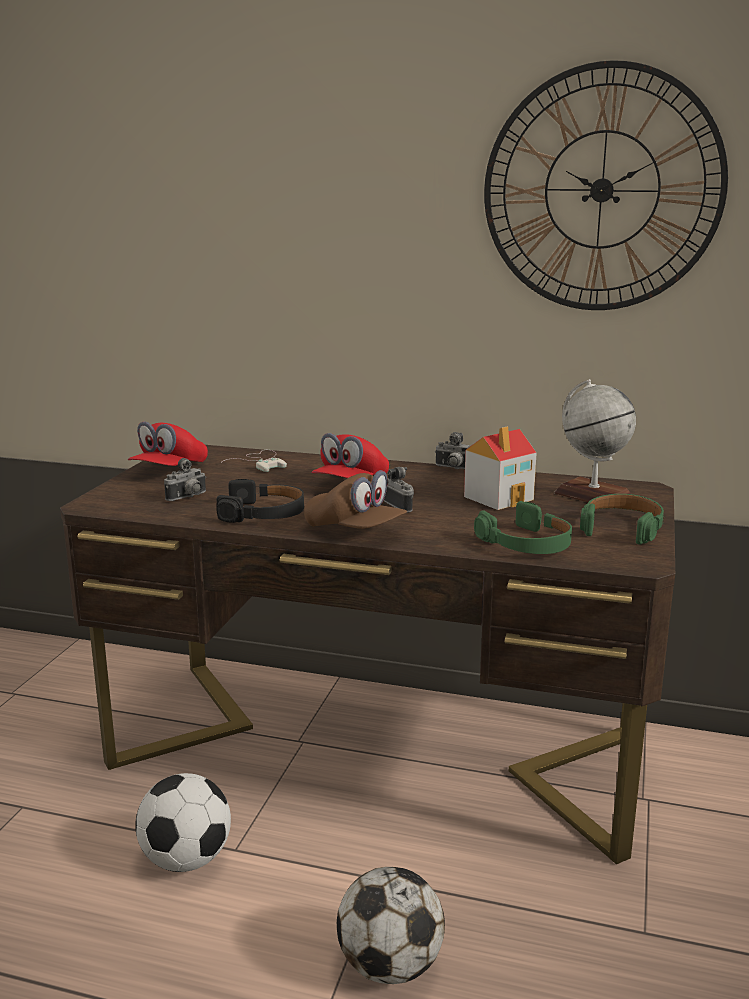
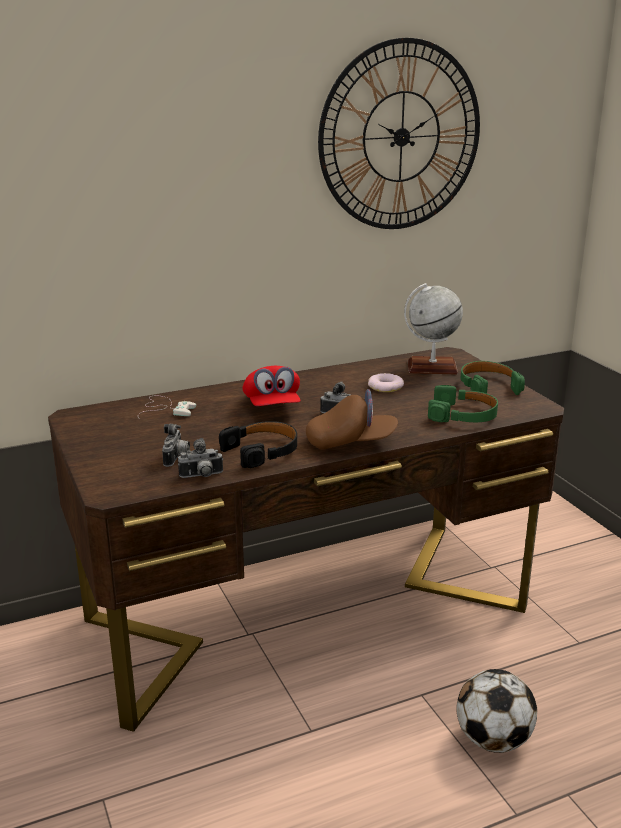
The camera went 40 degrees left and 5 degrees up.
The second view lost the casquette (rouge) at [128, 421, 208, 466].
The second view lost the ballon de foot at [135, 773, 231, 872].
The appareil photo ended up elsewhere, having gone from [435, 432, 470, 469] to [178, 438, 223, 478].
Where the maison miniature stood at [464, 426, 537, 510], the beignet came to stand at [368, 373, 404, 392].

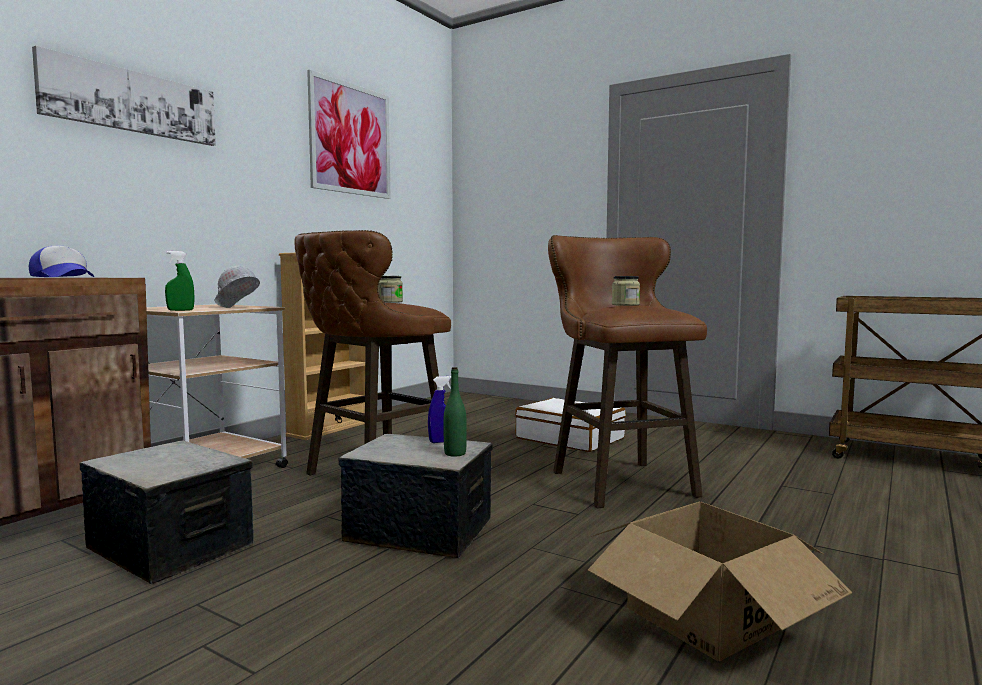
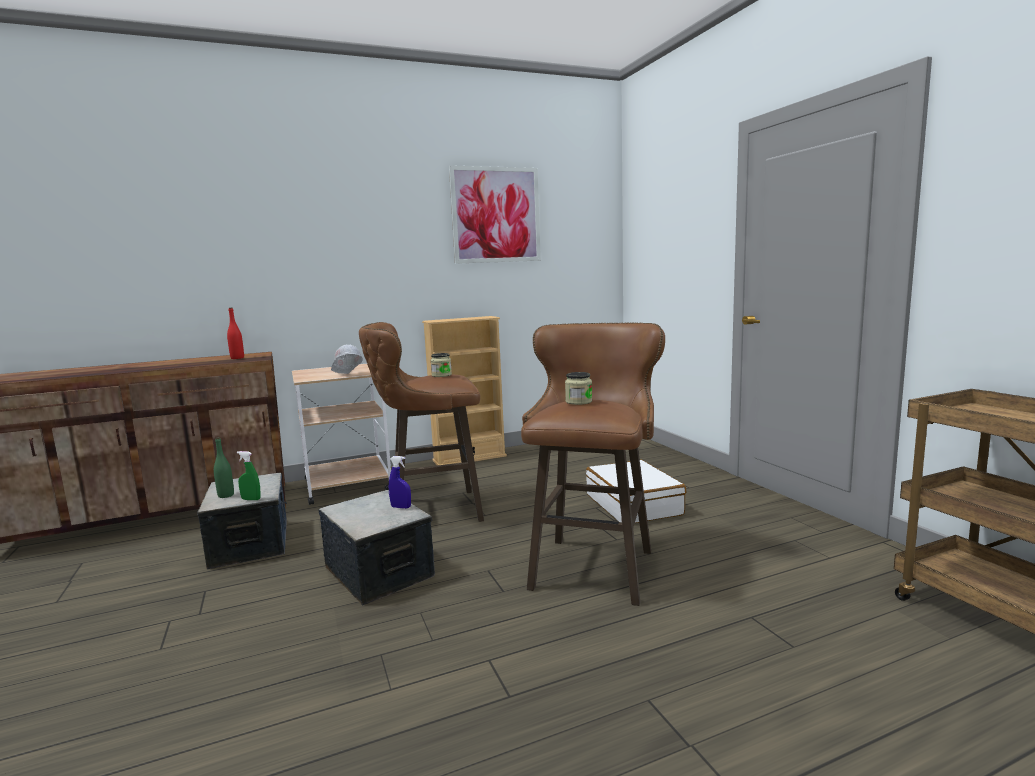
The camera went 35 degrees right and 5 degrees up.
The second view lost the tableau at [32, 46, 216, 146].
The second view lost the carton at [588, 502, 852, 661].
The vaporisateur (vert) ended up elsewhere, having gone from [165, 251, 194, 311] to [237, 451, 261, 500].
The bouteille (vert) ended up elsewhere, having gone from [443, 367, 467, 457] to [214, 437, 234, 498].
Where the casquette stood at [29, 246, 94, 277], the bouteille (rouge) came to stand at [227, 308, 244, 359].

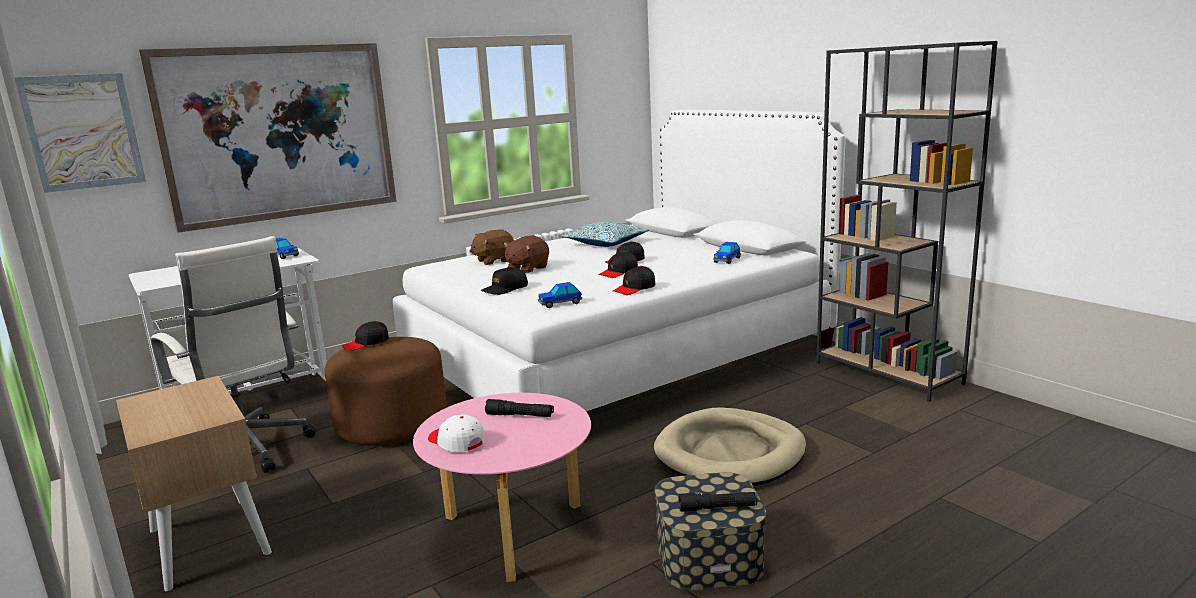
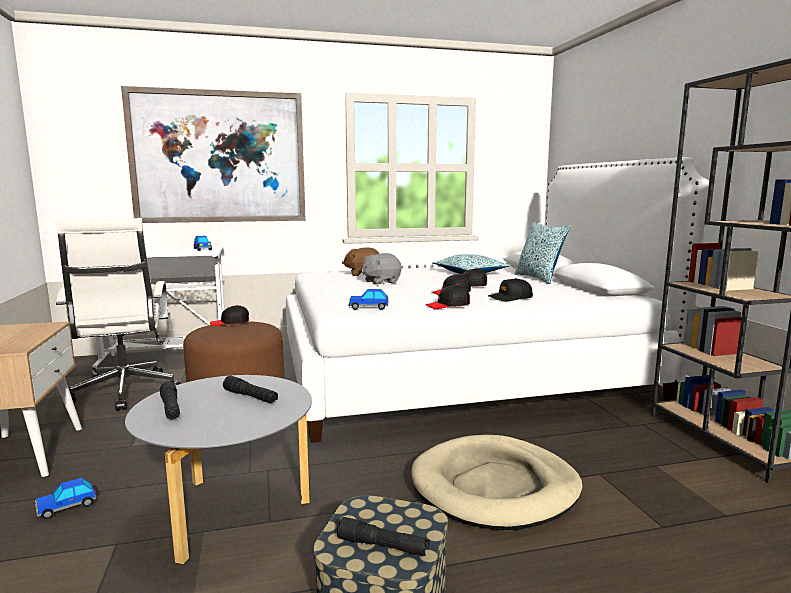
The camera went 20 degrees right and 5 degrees down.
The second view lost the tableau at [14, 73, 146, 193].
The second view gained the coussin at [514, 222, 570, 284].
The casquette (noir) ended up elsewhere, having gone from [481, 267, 528, 295] to [488, 278, 533, 301].
The petite voiture ended up elsewhere, having gone from [713, 242, 741, 264] to [35, 478, 97, 519].
Where the casquette (blanc) stood at [428, 414, 485, 452], the lampe de poche (noir) came to stand at [160, 382, 180, 419].
What was the table basse (rose) at [413, 393, 591, 582] turned into the table basse (gris) at [125, 375, 312, 564].
What was the peluche (marron) at [504, 235, 549, 273] turned into the peluche (gris) at [361, 253, 401, 284].

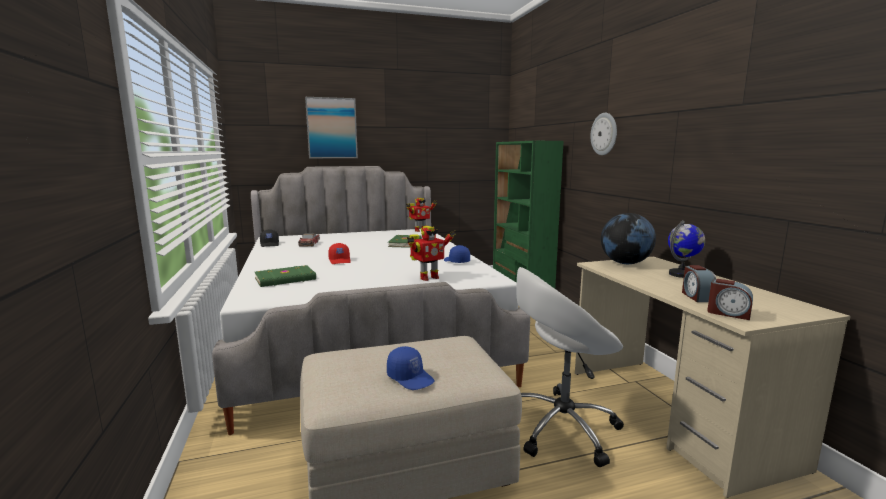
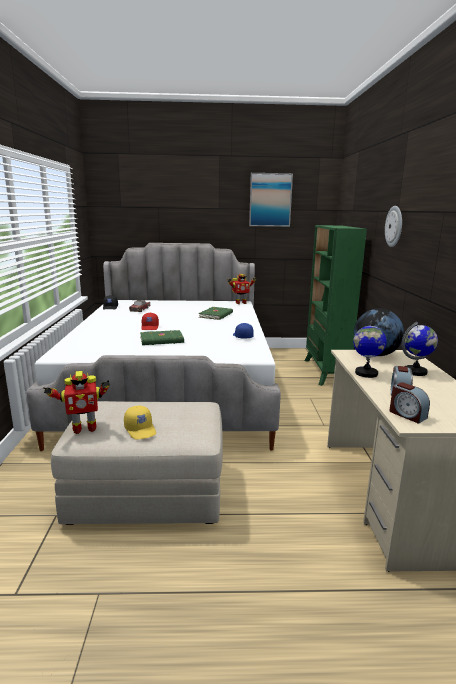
The camera went 15 degrees right and 5 degrees up.
The second view lost the chaise de bureau (blanc) at [517, 267, 624, 467].
The second view gained the globe at [353, 321, 387, 378].
The livre (vert) ended up elsewhere, having gone from [255, 265, 316, 287] to [140, 330, 184, 345].
The tableau ended up elsewhere, having gone from [305, 97, 358, 158] to [249, 173, 293, 227].
The robot jouet ended up elsewhere, having gone from [407, 226, 456, 281] to [43, 371, 110, 434].
What was the casquette (bleu) at [387, 346, 434, 390] turned into the casquette (jaune) at [124, 405, 156, 440].

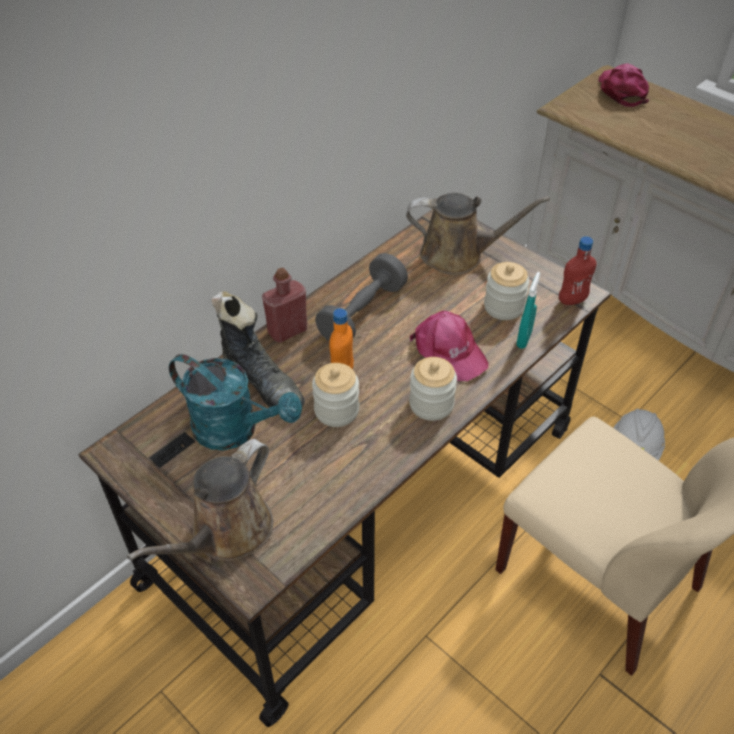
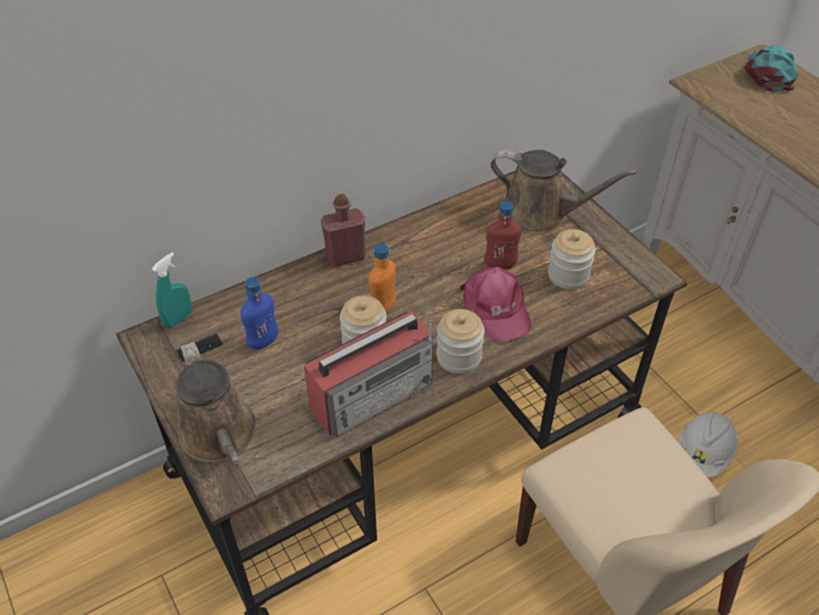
The camera went 15 degrees right and 0 degrees up.
The second view lost the botte (noir) at [211, 291, 305, 407].
The second view lost the haltère (gris) at [315, 253, 408, 342].
The second view gained the radio at [304, 311, 433, 437].
The vaporisateur (turquoise) ended up elsewhere, having gone from [516, 272, 540, 349] to [152, 252, 192, 329].
The bouteille (rouge) ended up elsewhere, having gone from [559, 236, 596, 305] to [484, 201, 521, 269].
Where the arrosoir (turquoise) stood at [169, 354, 302, 450], the bouteille (bleu) came to stand at [240, 277, 278, 350].
What was the casquette (rose) at [598, 63, 649, 107] turned into the casquette (turquoise) at [745, 45, 798, 92].
The arrosoir (marron) at [127, 439, 273, 561] ended up facing another way, 75 degrees counterclockwise from before.

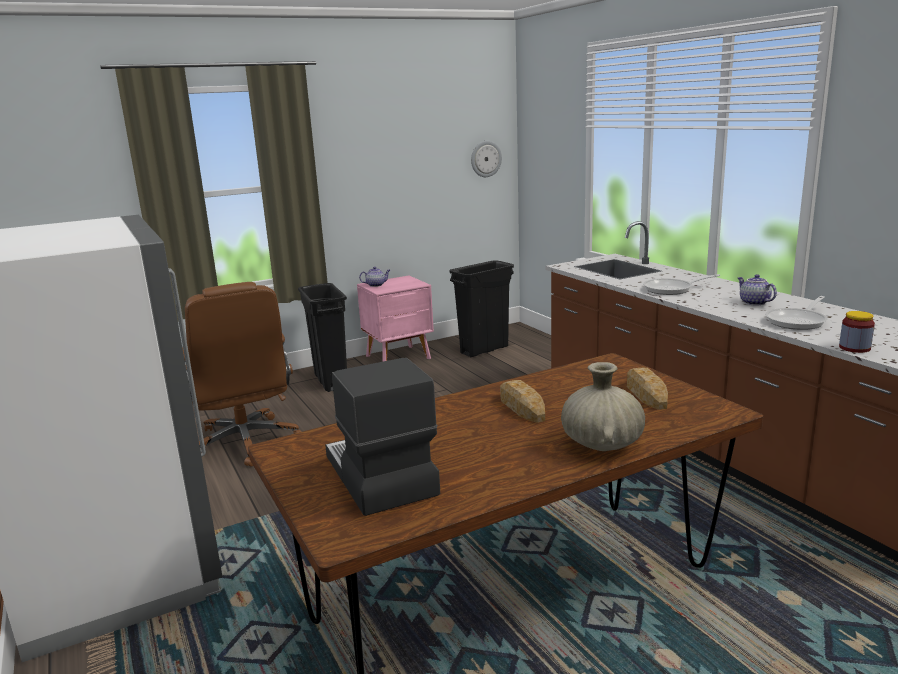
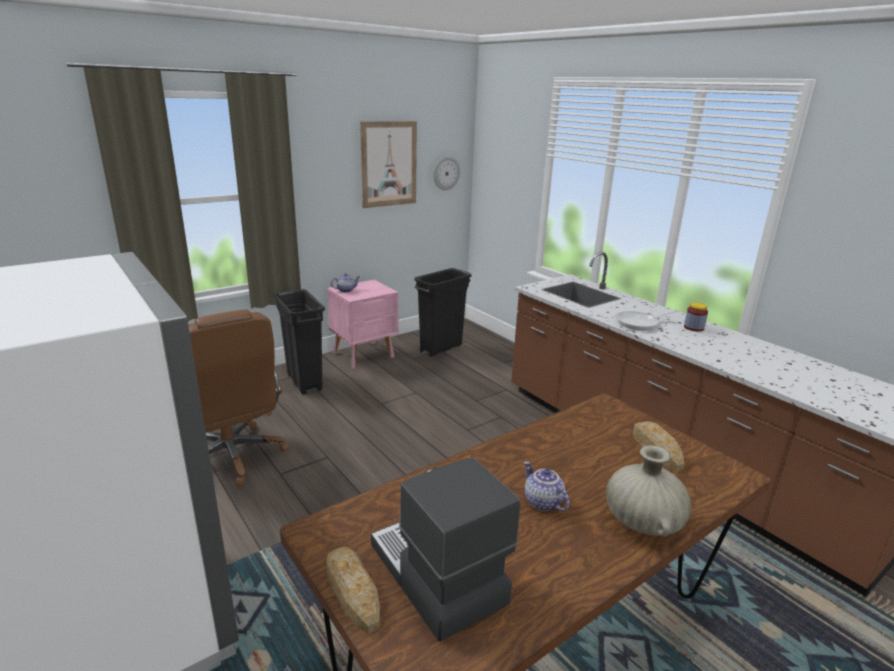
The camera went 10 degrees left and 5 degrees up.
The second view lost the poêle at [765, 296, 828, 330].
The second view gained the tableau at [360, 121, 417, 208].
The pain ended up elsewhere, having gone from [500, 380, 545, 423] to [326, 547, 380, 634].
The théière ended up elsewhere, having gone from [738, 274, 777, 306] to [524, 461, 570, 511].
The bocal ended up elsewhere, having gone from [839, 311, 875, 353] to [684, 303, 708, 332].

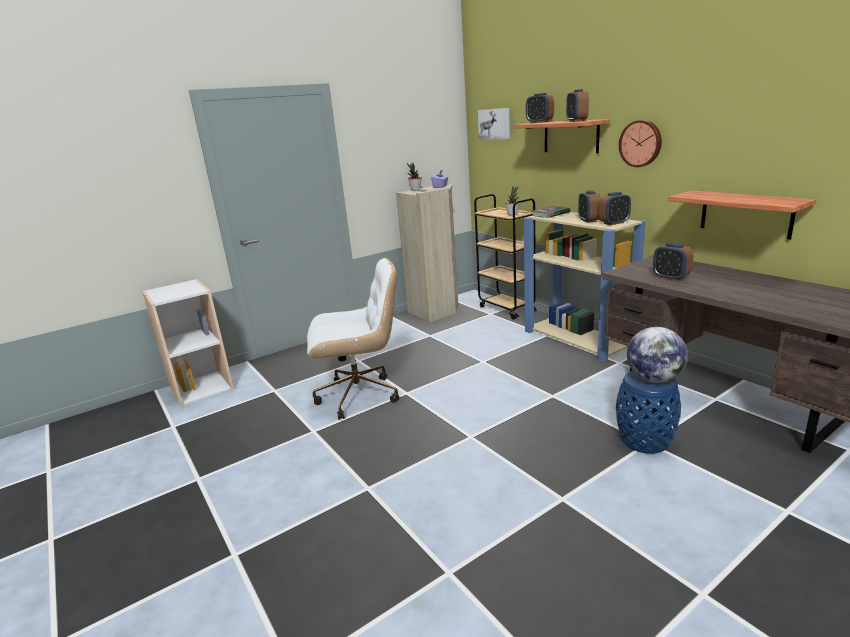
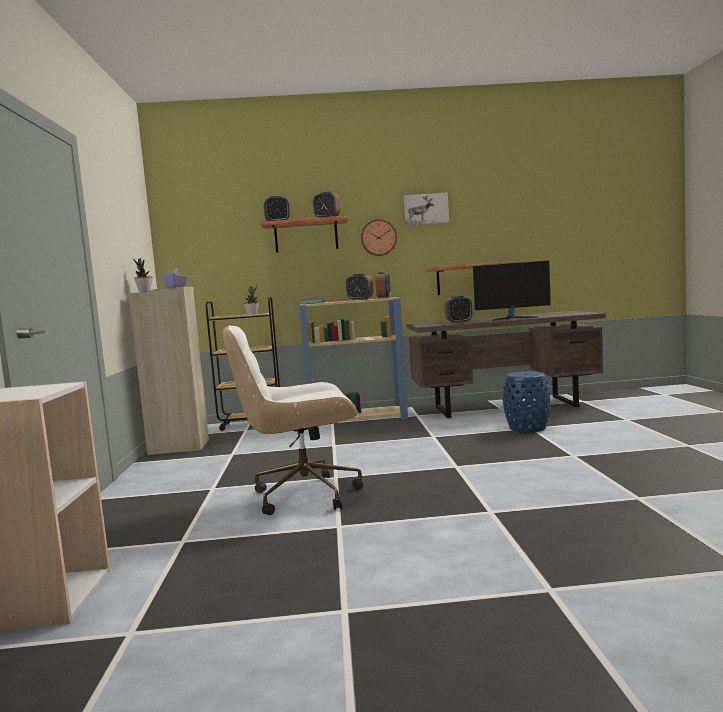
The camera went 60 degrees left and 15 degrees down.
The second view lost the globe at [627, 327, 688, 383].
The second view gained the écran d'ordinateur at [473, 260, 551, 321].
The tableau ended up elsewhere, having gone from [478, 108, 510, 139] to [404, 192, 449, 226].
The chaise de bureau (blanc) at [307, 258, 399, 420] ended up facing another way, 120 degrees counterclockwise from before.

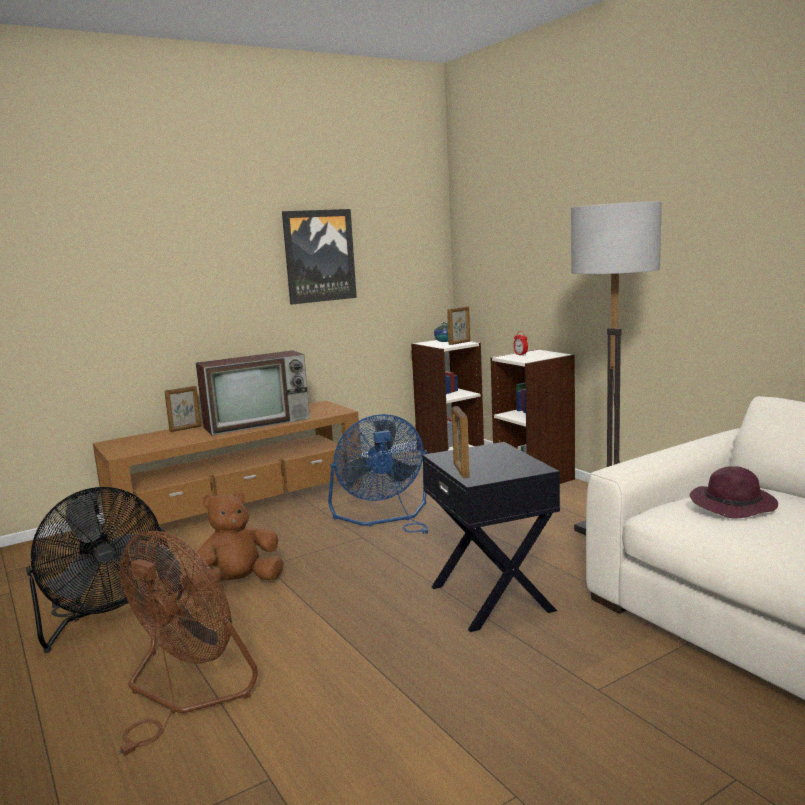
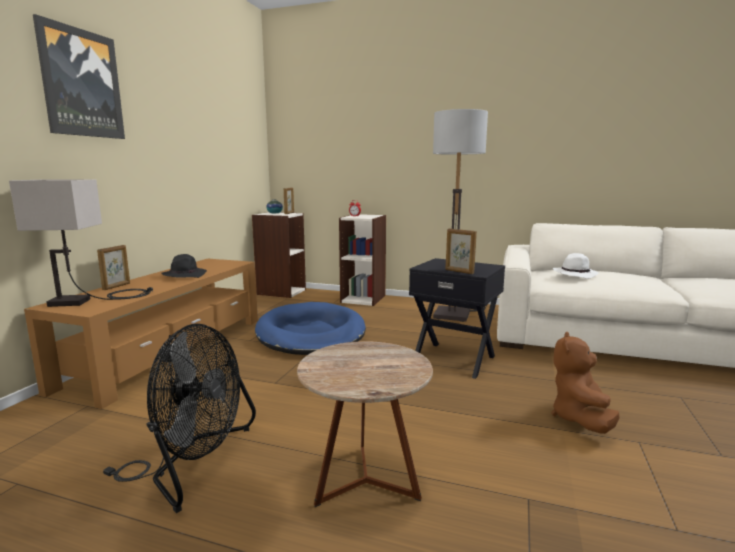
The camera went 40 degrees left and 0 degrees up.
The second view gained the lampe de table at [9, 179, 153, 307].
The peluche (marron) ended up elsewhere, having gone from [193, 491, 284, 592] to [551, 332, 620, 434].
The tableau ended up elsewhere, having gone from [282, 209, 357, 305] to [33, 14, 125, 139].
Where the ventilateur (marron) stood at [118, 531, 258, 756], the table d'appoint (marron) came to stand at [297, 341, 433, 507].
Where the téléviseur stood at [196, 350, 310, 435], the chapeau (noir) came to stand at [161, 254, 207, 278].
Where the ventilateur (bleu) stood at [328, 414, 428, 534], the panier pour chien (bleu) came to stand at [255, 302, 366, 355].
What was the chapeau (violet) at [690, 466, 778, 519] turned into the chapeau (blanc) at [553, 253, 599, 279].

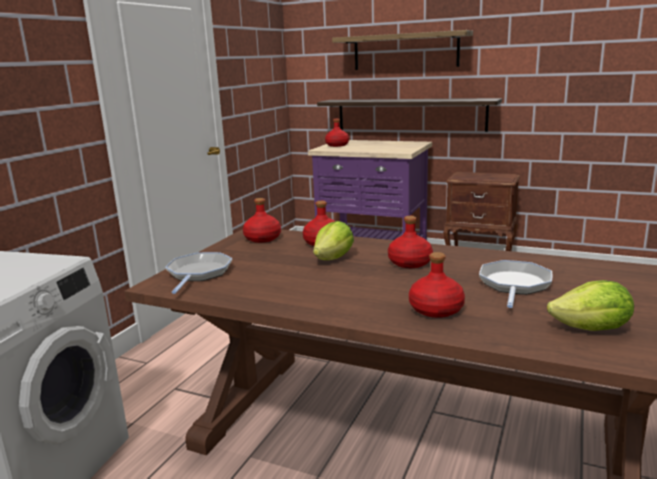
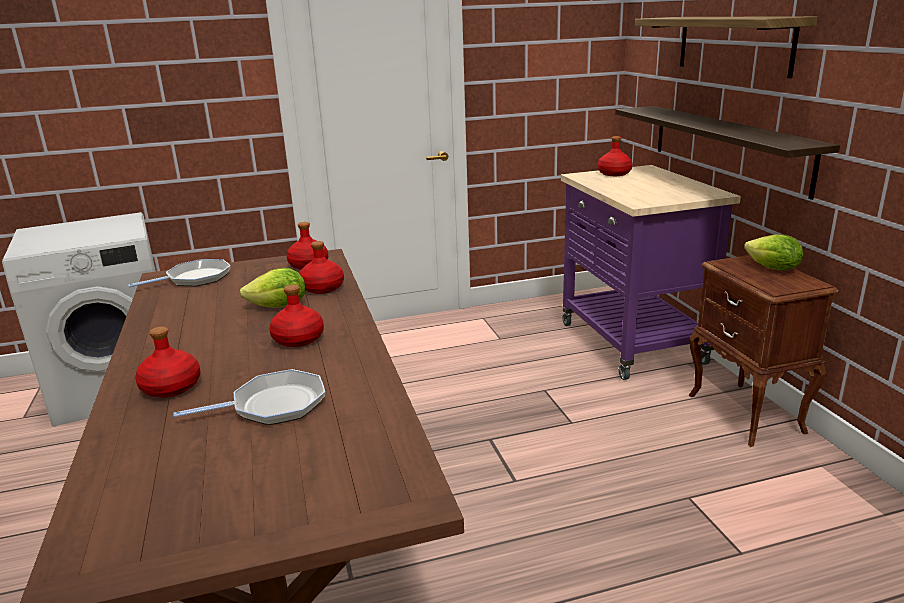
The camera went 50 degrees right and 5 degrees up.
The laitue ended up elsewhere, having gone from [547, 280, 634, 331] to [744, 234, 803, 271].

